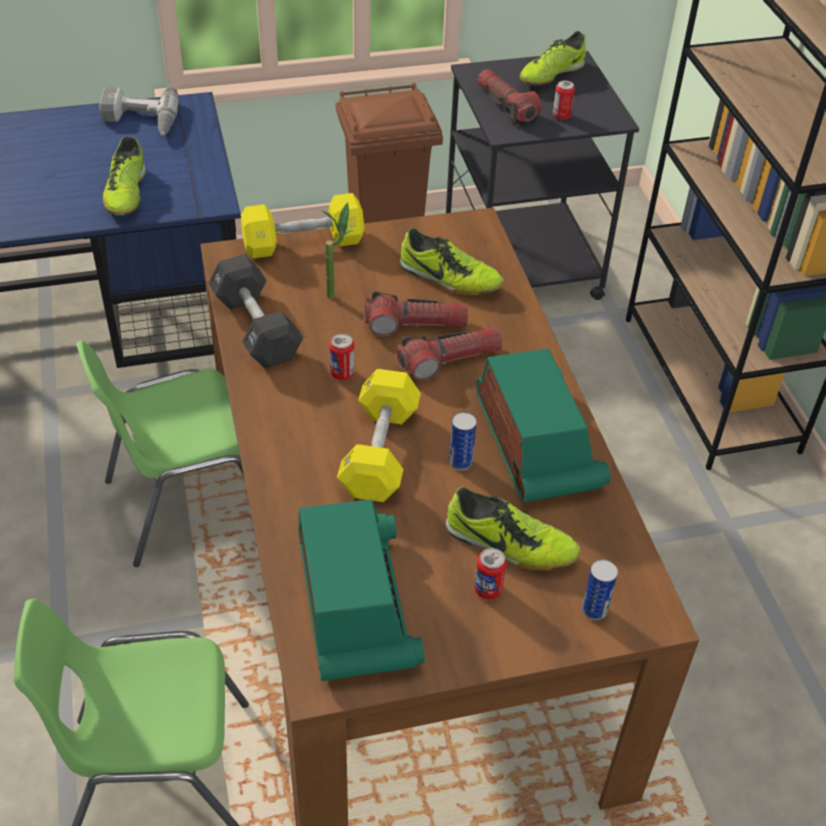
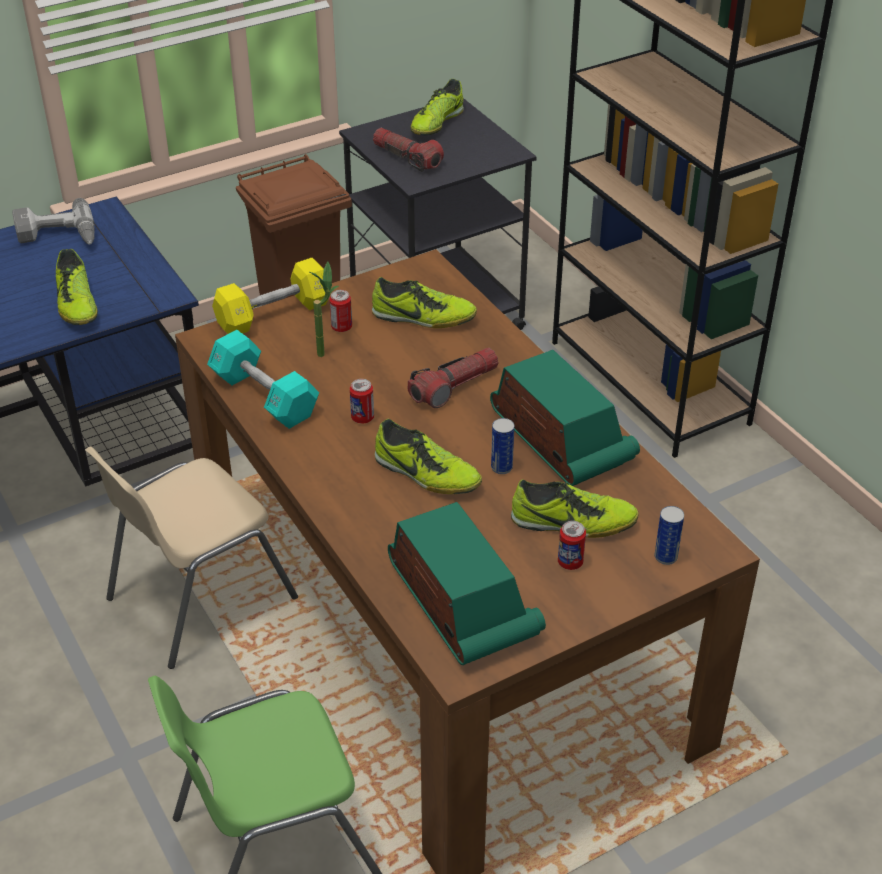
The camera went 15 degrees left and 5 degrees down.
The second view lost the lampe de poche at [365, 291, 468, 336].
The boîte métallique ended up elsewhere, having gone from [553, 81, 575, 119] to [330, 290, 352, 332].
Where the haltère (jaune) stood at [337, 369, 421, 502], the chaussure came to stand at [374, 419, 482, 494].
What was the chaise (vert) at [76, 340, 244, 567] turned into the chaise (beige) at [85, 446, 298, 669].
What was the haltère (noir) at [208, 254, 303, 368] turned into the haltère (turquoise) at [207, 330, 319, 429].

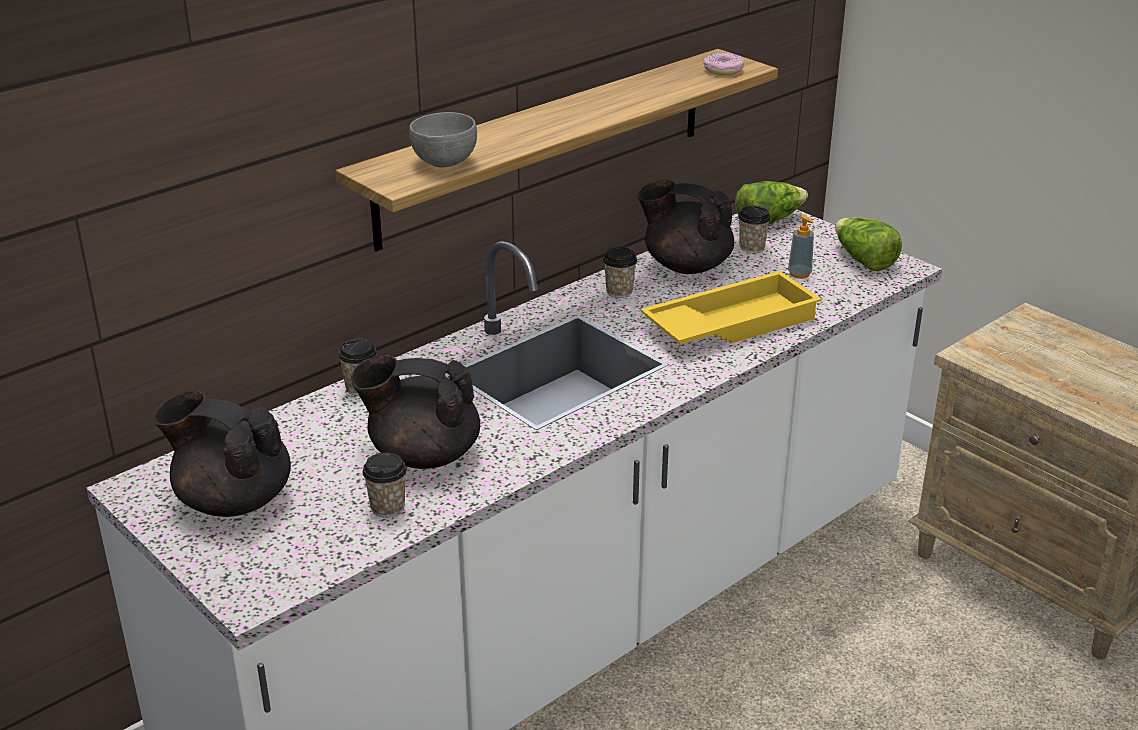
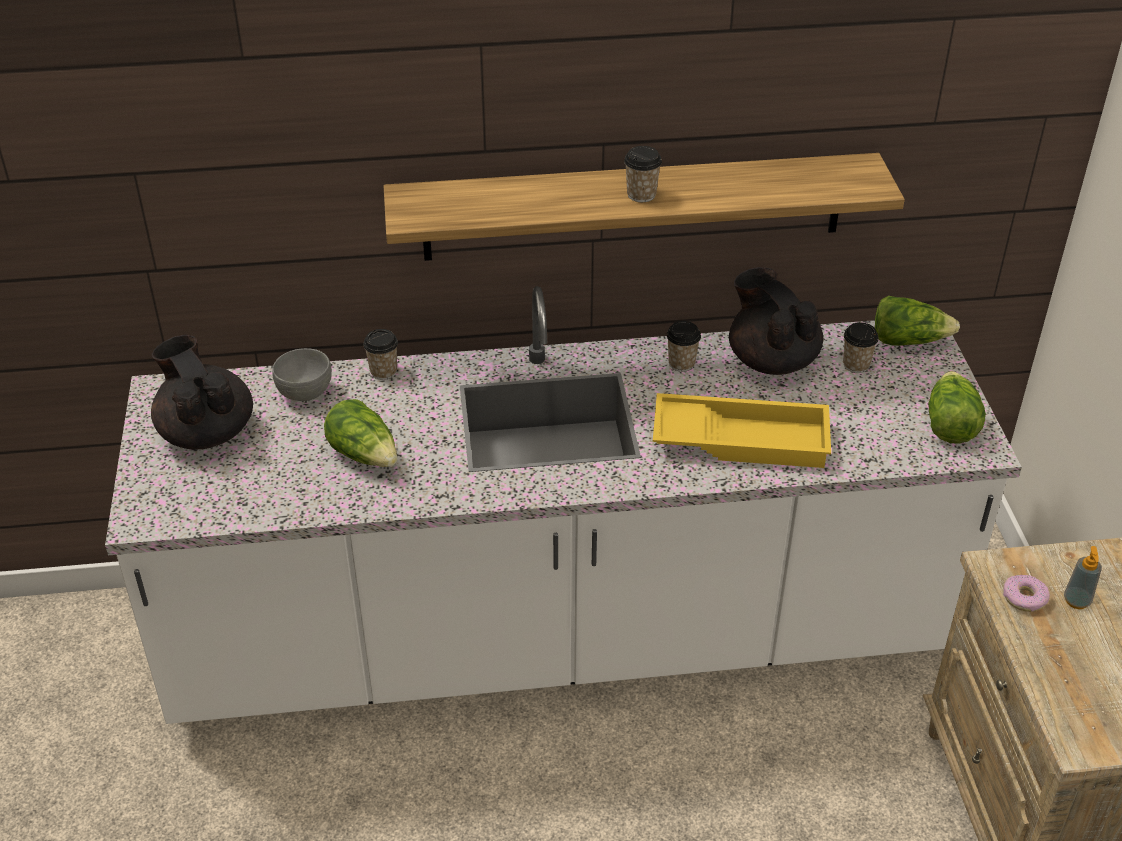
The camera went 35 degrees right and 10 degrees up.
The tasse ended up elsewhere, having gone from [363, 452, 407, 517] to [624, 146, 662, 202].
The bol (gris) ended up elsewhere, having gone from [409, 112, 477, 168] to [272, 348, 332, 401].
The beignet ended up elsewhere, having gone from [703, 52, 744, 75] to [1003, 575, 1050, 612].
The distributeur de savon ended up elsewhere, having gone from [788, 215, 814, 279] to [1064, 546, 1102, 609].
Where the théière (noir) stood at [351, 355, 480, 469], the laitue came to stand at [324, 399, 397, 467].

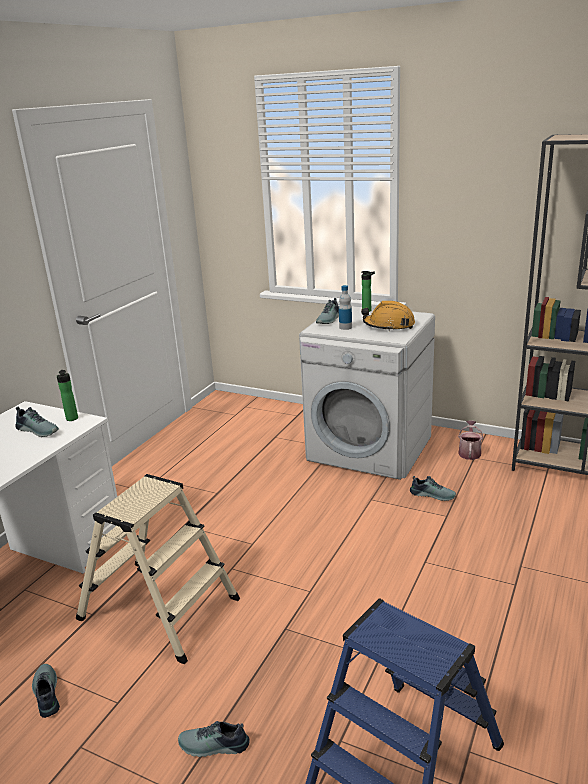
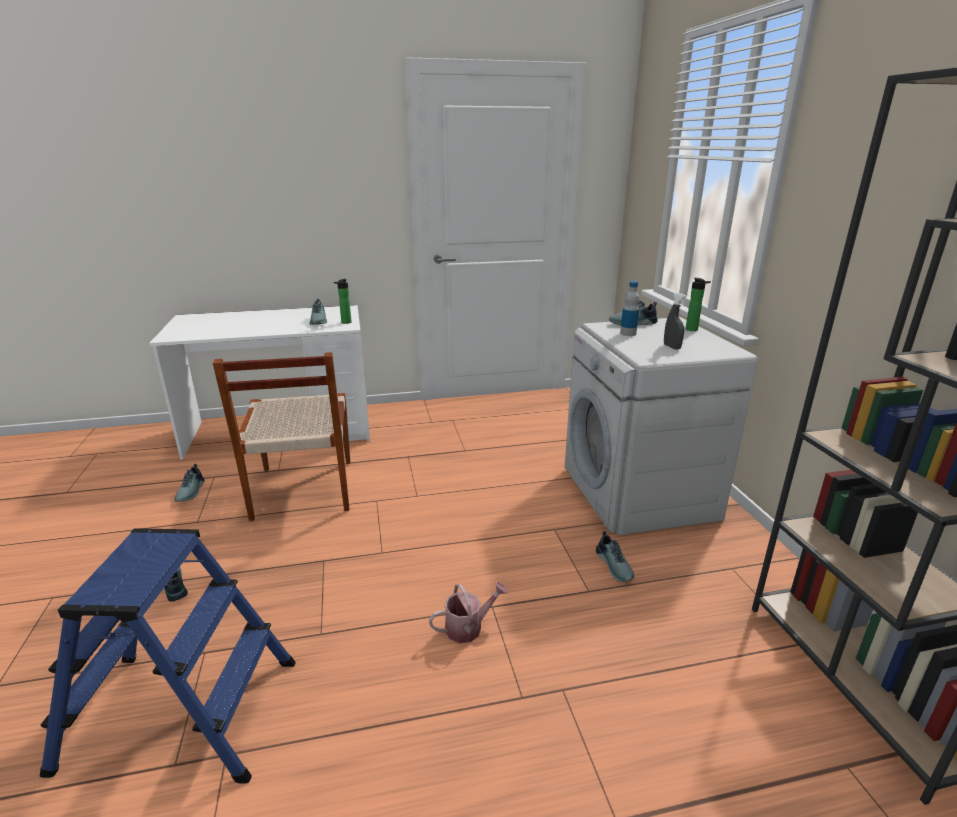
The camera went 50 degrees right and 0 degrees up.
The arrosoir ended up elsewhere, having gone from [458, 420, 483, 460] to [429, 582, 508, 643].
Where the escabeau (beige) stood at [76, 474, 240, 664], the chaise came to stand at [213, 352, 350, 521].
Where the casque de chantier (orange) stood at [361, 301, 415, 331], the vaporisateur (gris) came to stand at [664, 293, 687, 349].
The chaussure at [32, 664, 60, 718] ended up facing another way, 150 degrees clockwise from before.

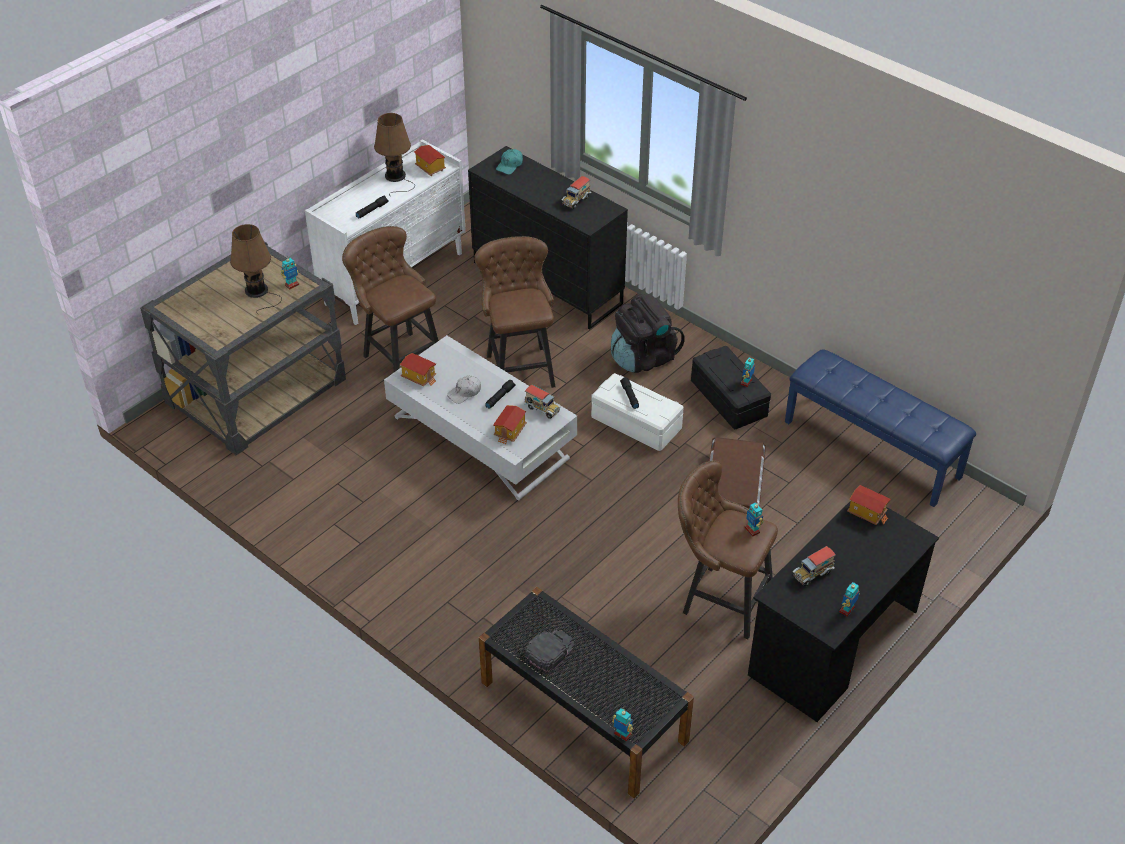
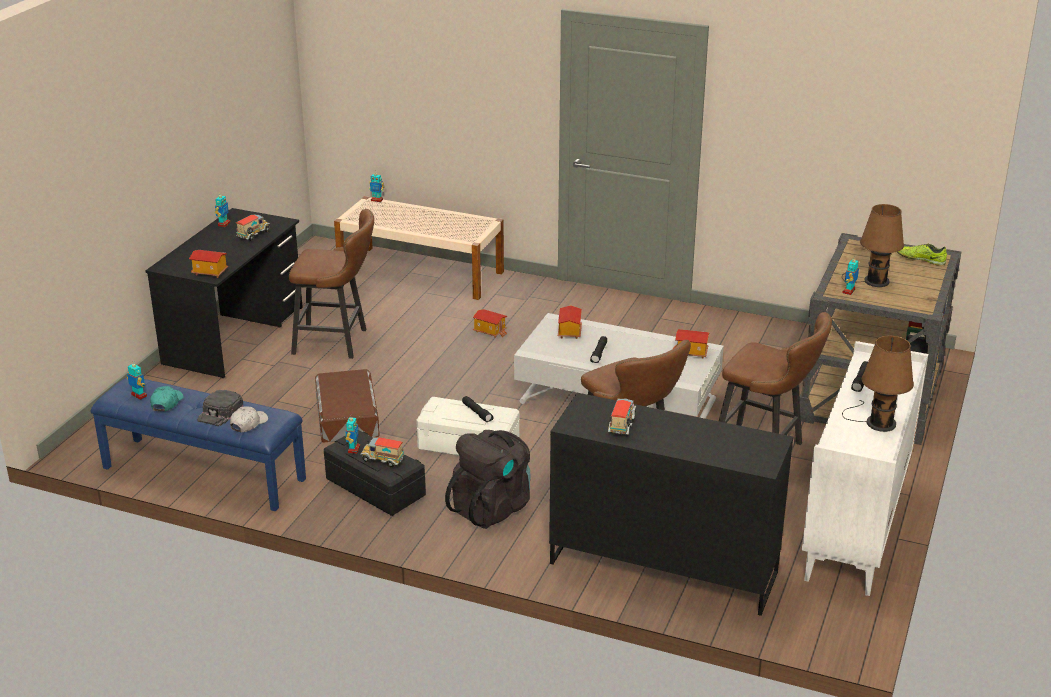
The camera went 160 degrees right and 15 degrees down.
The second view gained the chaussure at [897, 244, 947, 266].
The maison miniature ended up elsewhere, having gone from [414, 145, 446, 176] to [473, 309, 507, 338].
The casquette (blanc) ended up elsewhere, having gone from [447, 375, 481, 404] to [230, 406, 268, 432].
The casquette (turquoise) ended up elsewhere, having gone from [496, 149, 523, 175] to [150, 386, 184, 411].
The camion jouet ended up elsewhere, having gone from [524, 385, 561, 419] to [361, 437, 404, 467].
The casquette (noir) ended up elsewhere, having gone from [525, 630, 575, 672] to [197, 390, 243, 426].
The robot jouet ended up elsewhere, having gone from [745, 502, 764, 537] to [127, 362, 147, 400].
What was the banc (noir) at [479, 587, 694, 799] turned into the banc (beige) at [334, 196, 504, 300].

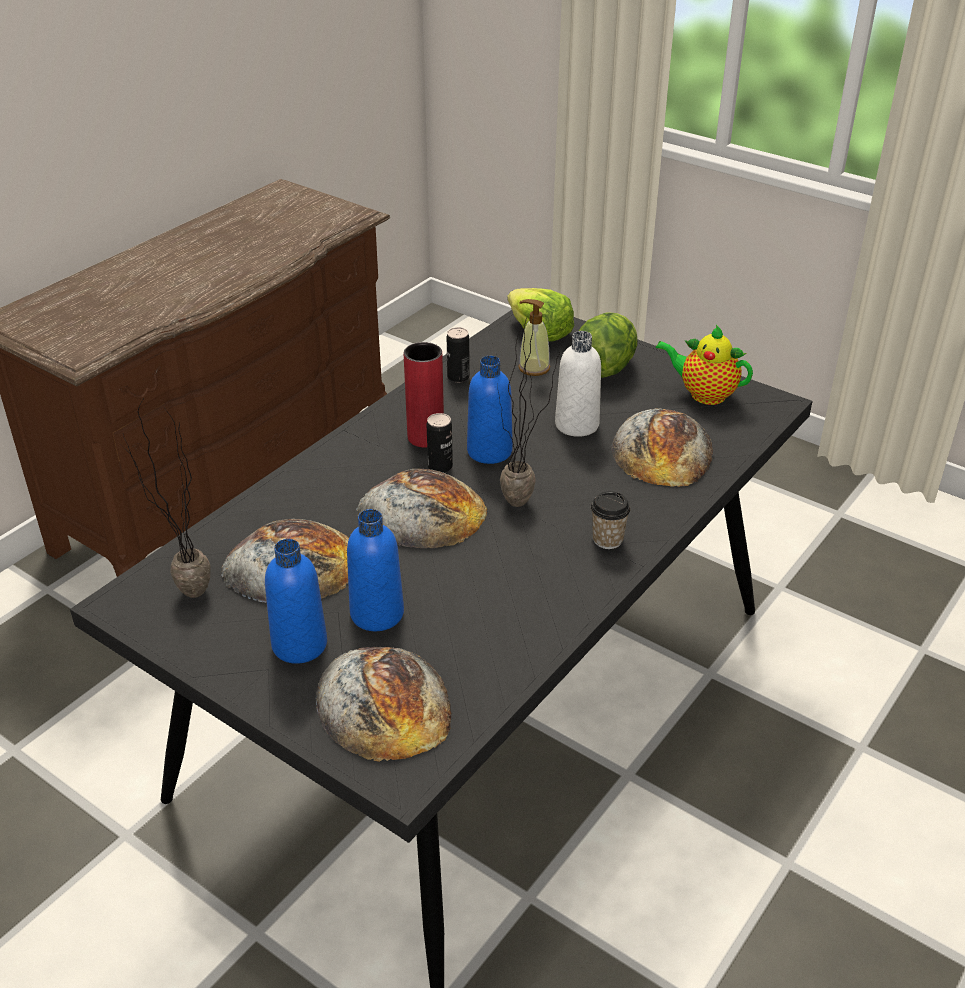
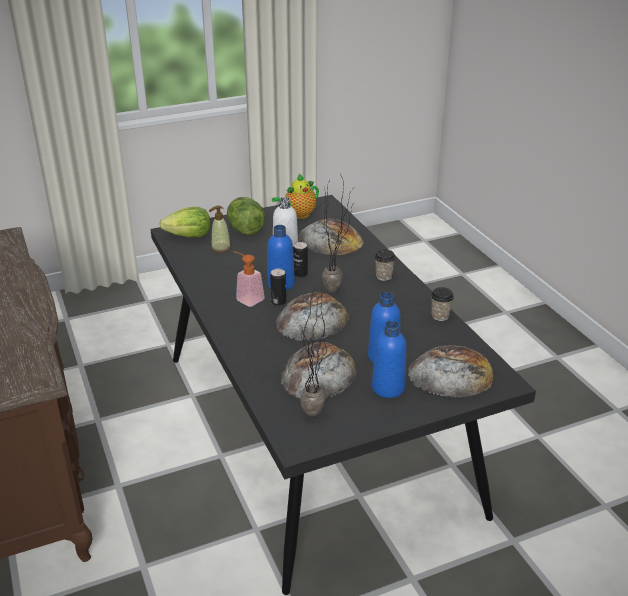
The camera went 60 degrees left and 5 degrees down.
The second view gained the tasse at [431, 287, 454, 321].
The boîte métallique ended up elsewhere, having gone from [447, 327, 470, 383] to [293, 242, 308, 278].
Where the vase (rouge) stood at [404, 342, 444, 448], the distributeur de savon came to stand at [234, 251, 265, 307].

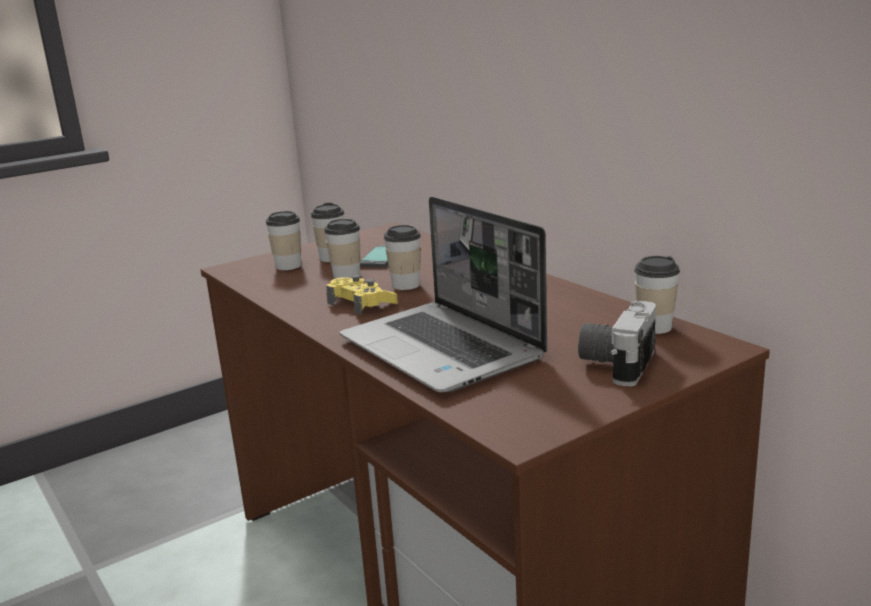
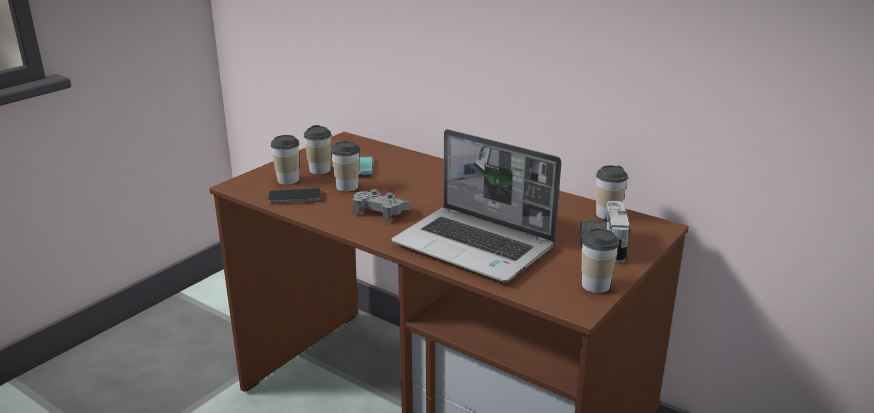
The camera went 20 degrees left and 5 degrees up.
The second view gained the téléphone at [268, 188, 321, 203].
The tasse ended up elsewhere, having gone from [384, 225, 421, 290] to [582, 228, 619, 293].
What was the manette (jaune) at [326, 275, 398, 315] turned into the manette (gris) at [353, 189, 410, 222].

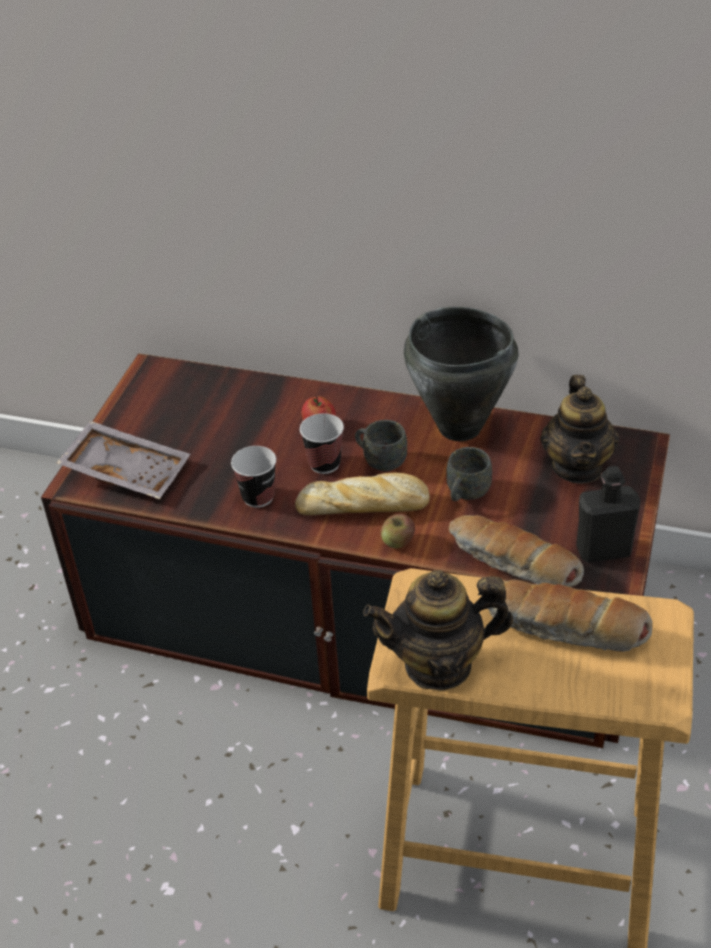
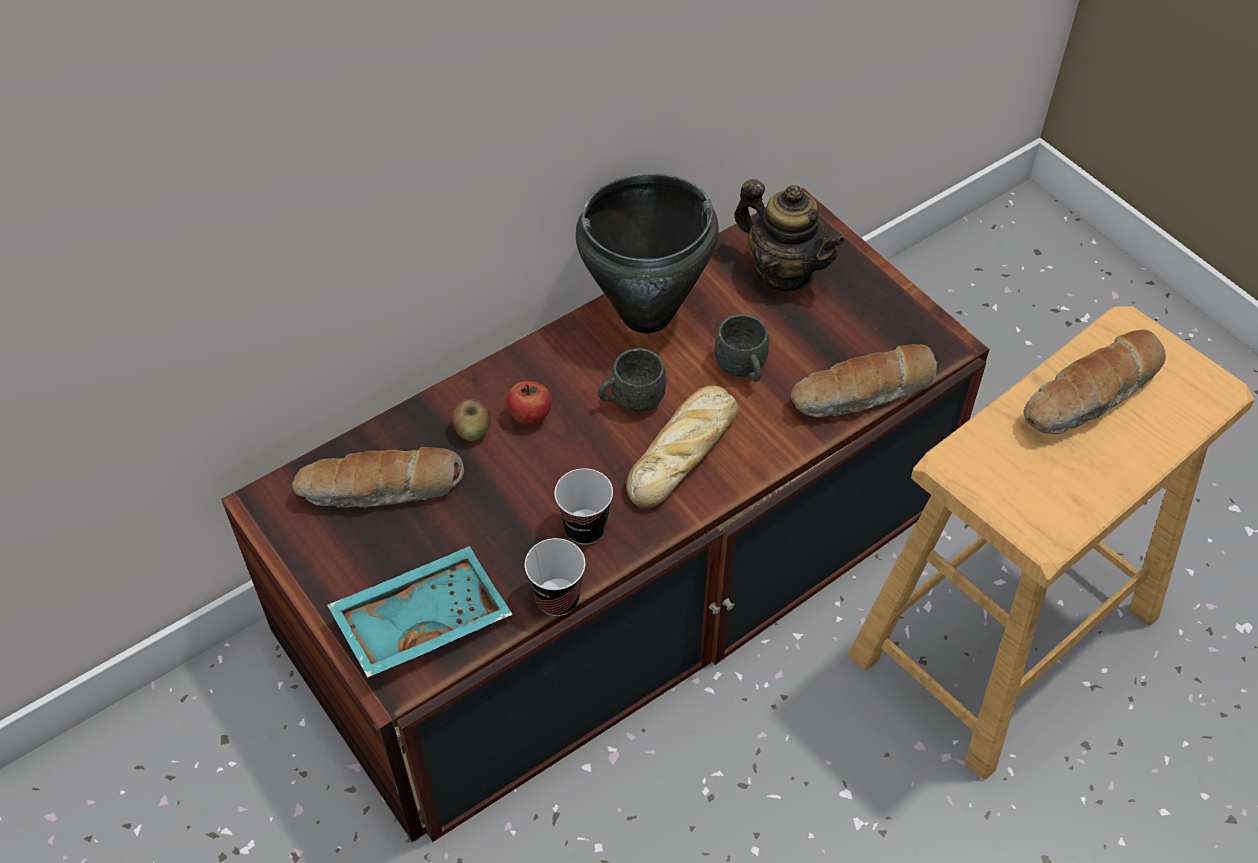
The camera went 55 degrees left and 10 degrees up.
The second view lost the théière at [363, 570, 513, 691].
The second view lost the bouteille (noir) at [576, 466, 641, 563].
The second view gained the pain at [292, 447, 464, 508].
The tasse ended up elsewhere, having gone from [300, 413, 344, 474] to [525, 538, 585, 616].
The pomme ended up elsewhere, having gone from [381, 514, 415, 548] to [452, 399, 491, 441].
What was the plateau (gris) at [57, 421, 190, 499] turned into the plateau (turquoise) at [327, 546, 513, 678].

